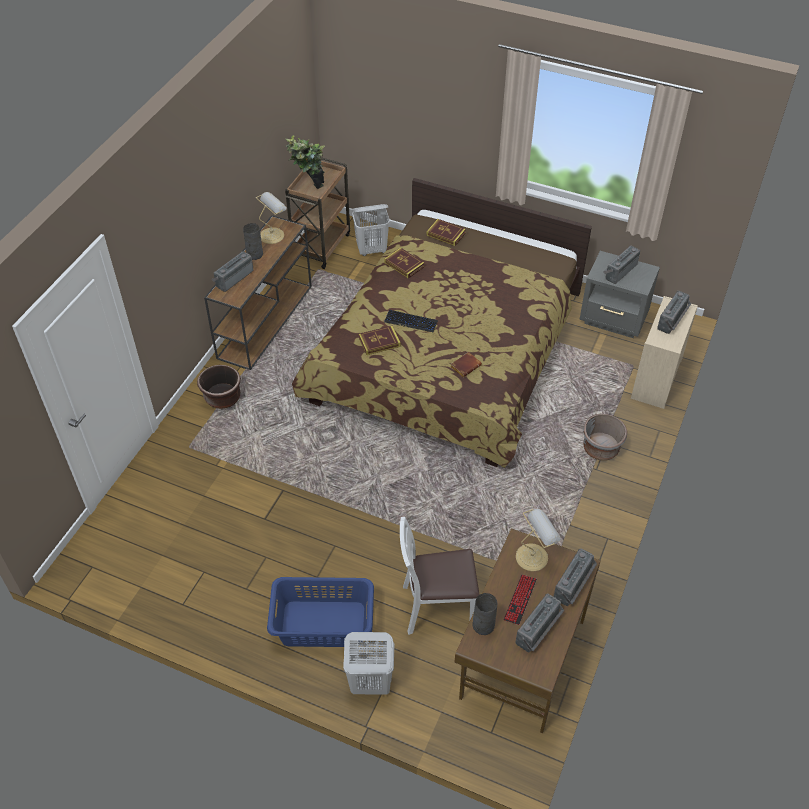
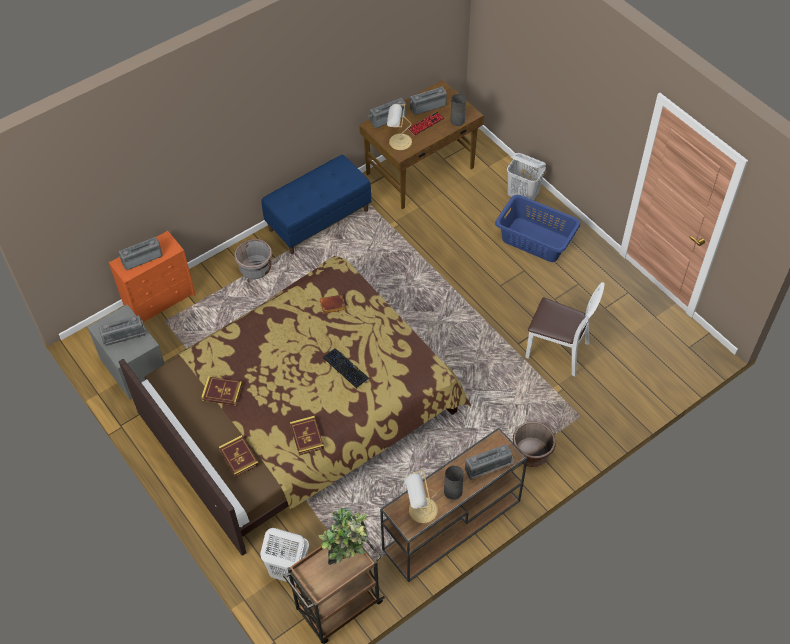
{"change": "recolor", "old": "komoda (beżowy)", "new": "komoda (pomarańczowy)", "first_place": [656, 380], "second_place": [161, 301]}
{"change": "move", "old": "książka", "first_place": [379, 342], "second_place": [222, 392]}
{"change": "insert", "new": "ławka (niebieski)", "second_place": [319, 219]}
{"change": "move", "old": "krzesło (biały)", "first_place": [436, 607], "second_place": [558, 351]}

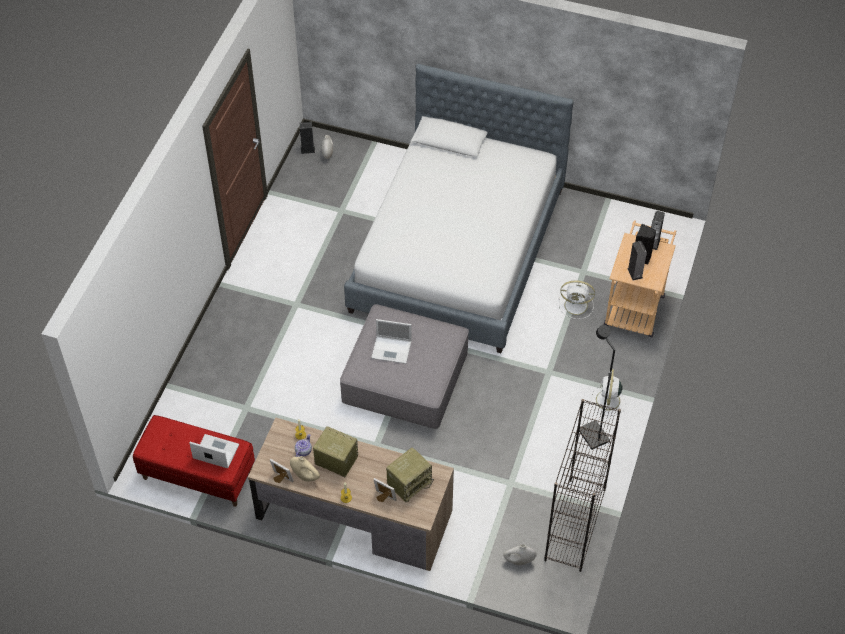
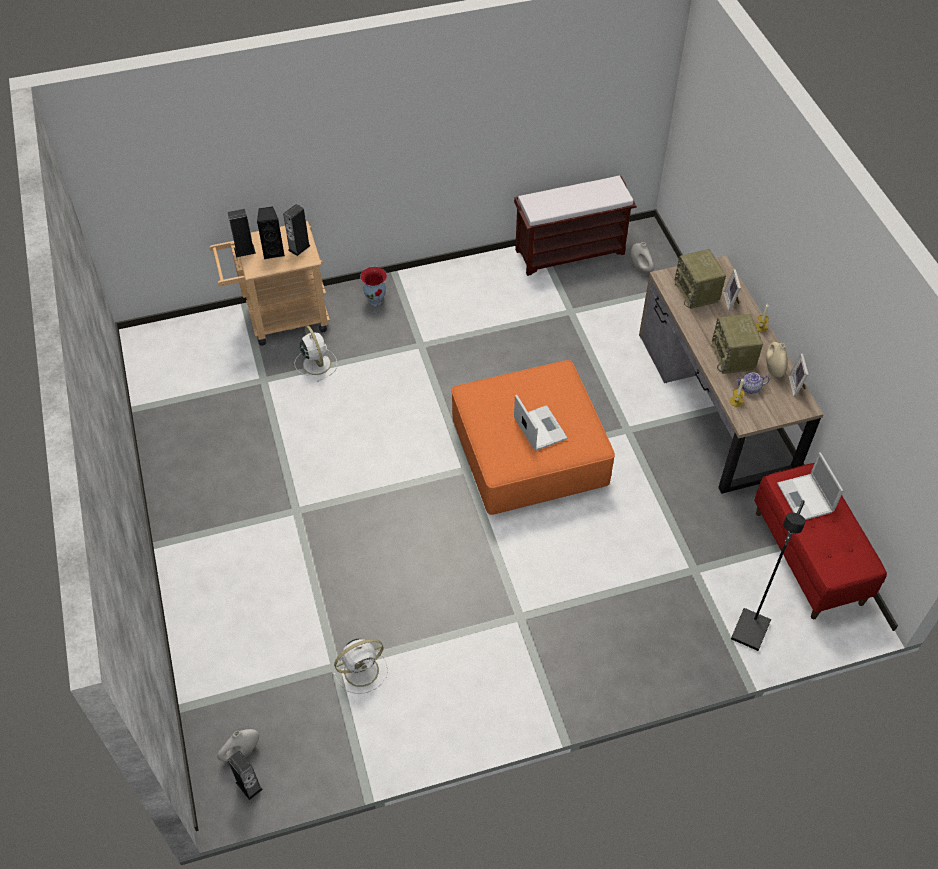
{"change": "move", "old": "wentylator (biały)", "first_place": [607, 401], "second_place": [363, 670]}
{"change": "insert", "new": "wazon", "second_place": [376, 300]}
{"change": "recolor", "old": "pufa (szary)", "new": "pufa (pomarańczowy)", "first_place": [406, 378], "second_place": [528, 451]}
{"change": "replace", "old": "regał (czarny)", "new": "ławka (brązowy)", "first_place": [575, 525], "second_place": [570, 251]}
{"change": "rotate", "old": "radio", "first_place": [409, 483], "second_place": [697, 292], "degrees": -120}
{"change": "move", "old": "lampa stojąca (czarny)", "first_place": [592, 435], "second_place": [751, 631]}
{"change": "delete", "old": "łóżko", "first_place": [458, 250]}

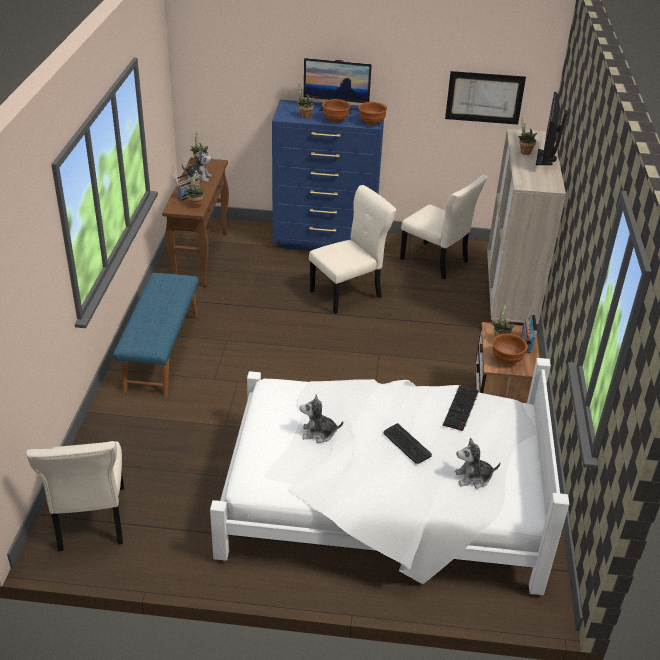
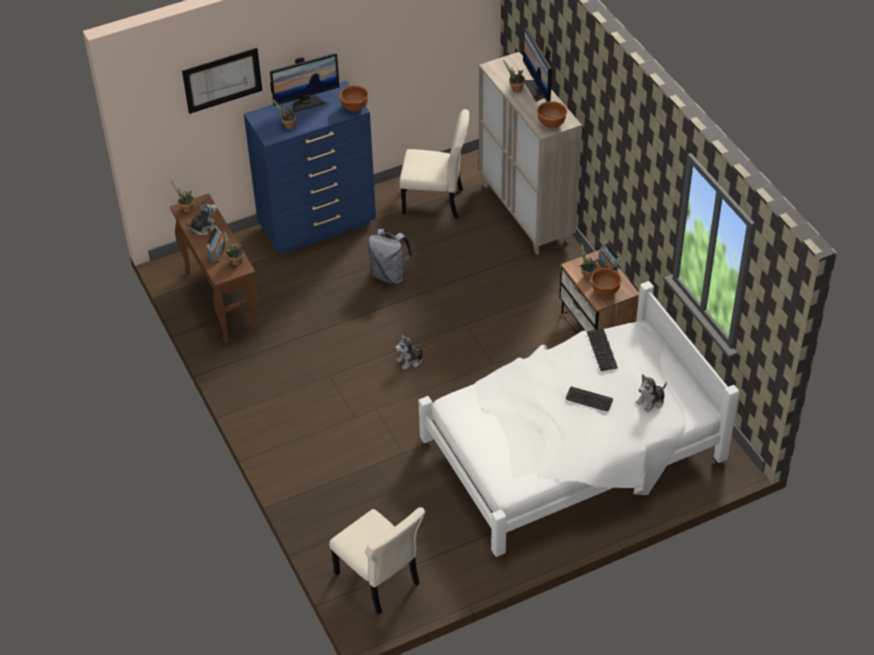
{"change": "move", "old": "obraz", "first_place": [484, 97], "second_place": [222, 80]}
{"change": "replace", "old": "krzesło (beżowy)", "new": "plecak (szary)", "first_place": [348, 293], "second_place": [389, 275]}
{"change": "move", "old": "pluszak", "first_place": [319, 433], "second_place": [410, 360]}
{"change": "move", "old": "miska (brązowy)", "first_place": [336, 120], "second_place": [551, 124]}
{"change": "delete", "old": "ławka (niebieski)", "first_place": [161, 351]}

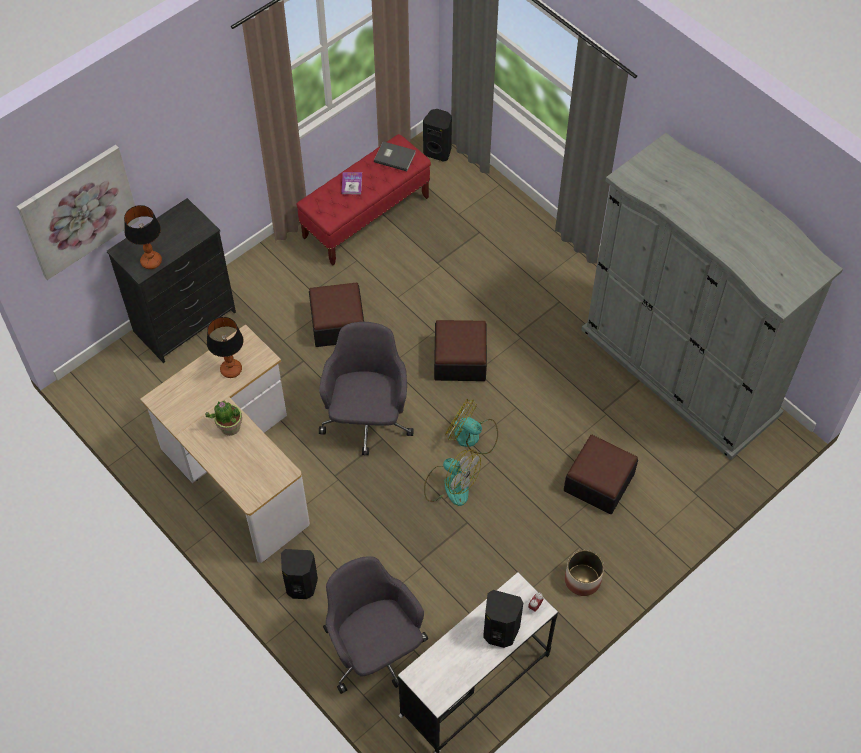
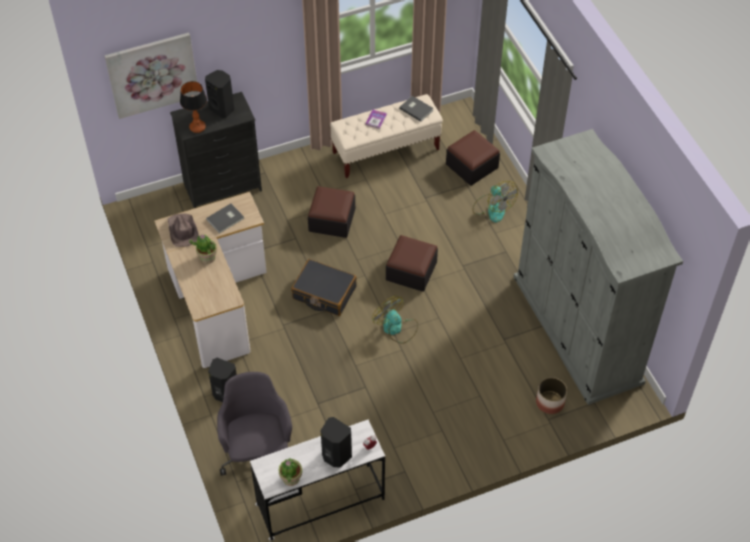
{"change": "insert", "new": "kapelusz (brązowy)", "second_place": [182, 231]}
{"change": "move", "old": "głośnik (czarny)", "first_place": [438, 151], "second_place": [222, 109]}
{"change": "replace", "old": "lampa stołowa", "new": "książka (szary)", "first_place": [231, 369], "second_place": [226, 219]}
{"change": "insert", "new": "roślina doniczkowa", "second_place": [291, 478]}
{"change": "replace", "old": "krzesło biurowe (szary)", "new": "walizka (czarny)", "first_place": [367, 419], "second_place": [324, 293]}
{"change": "recolor", "old": "ławka (czerwony)", "new": "ławka (beżowy)", "first_place": [366, 217], "second_place": [386, 151]}
{"change": "move", "old": "pufa", "first_place": [599, 482], "second_place": [472, 166]}
{"change": "move", "old": "wentylator", "first_place": [450, 485], "second_place": [493, 208]}
{"change": "move", "old": "donica", "first_place": [583, 580], "second_place": [550, 402]}

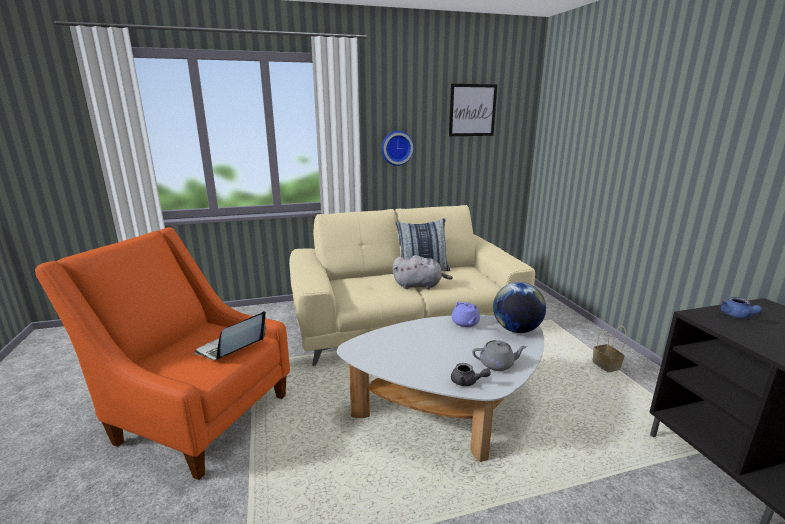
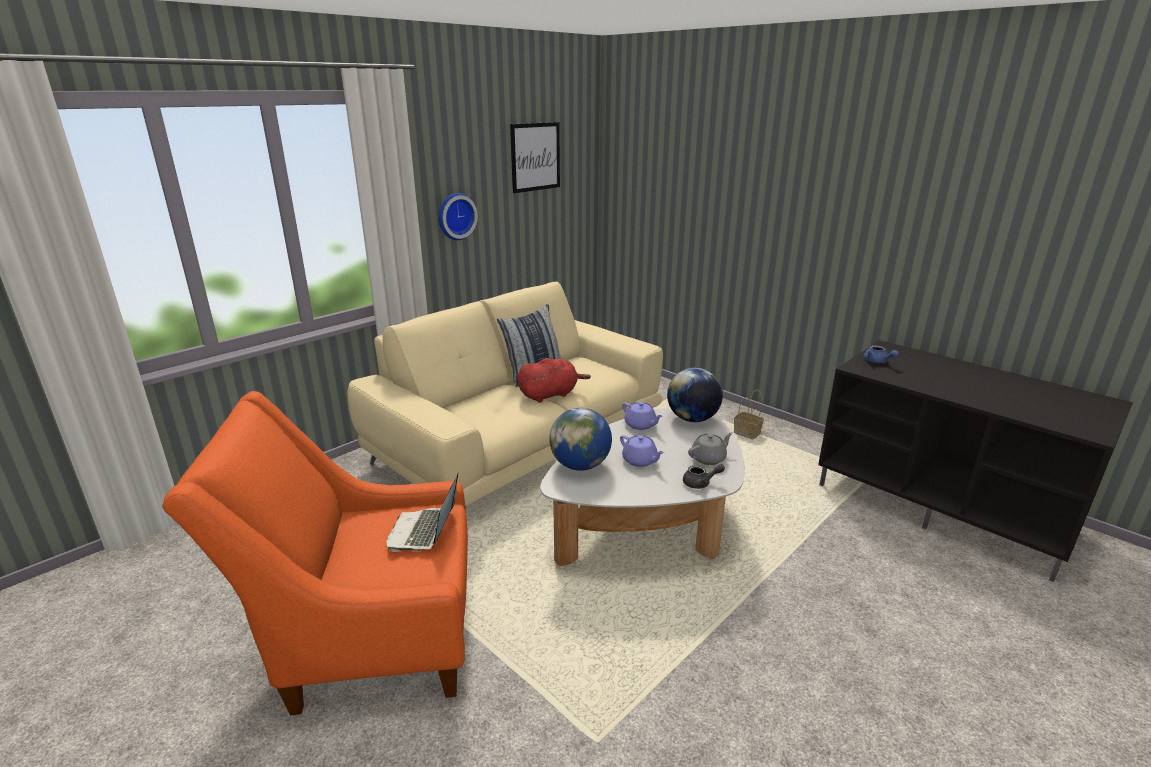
{"change": "recolor", "old": "pluszak (szary)", "new": "pluszak (czerwony)", "first_place": [419, 286], "second_place": [550, 394]}
{"change": "insert", "new": "globus", "second_place": [580, 465]}
{"change": "insert", "new": "imbryk (fioletowy)", "second_place": [640, 461]}

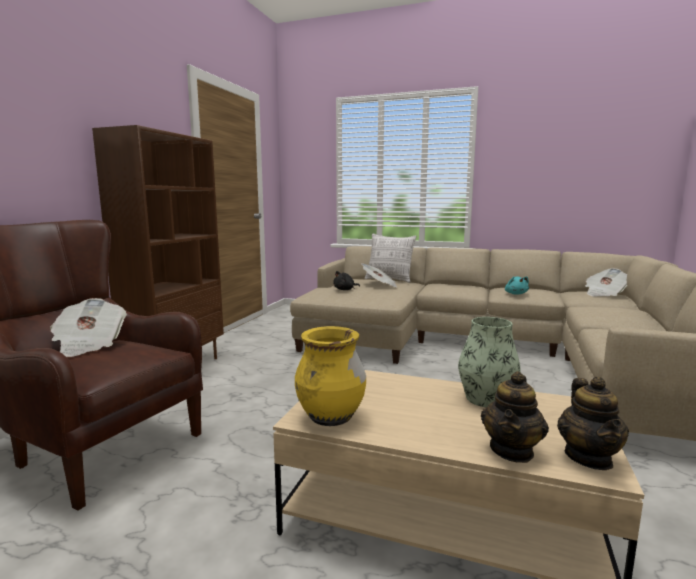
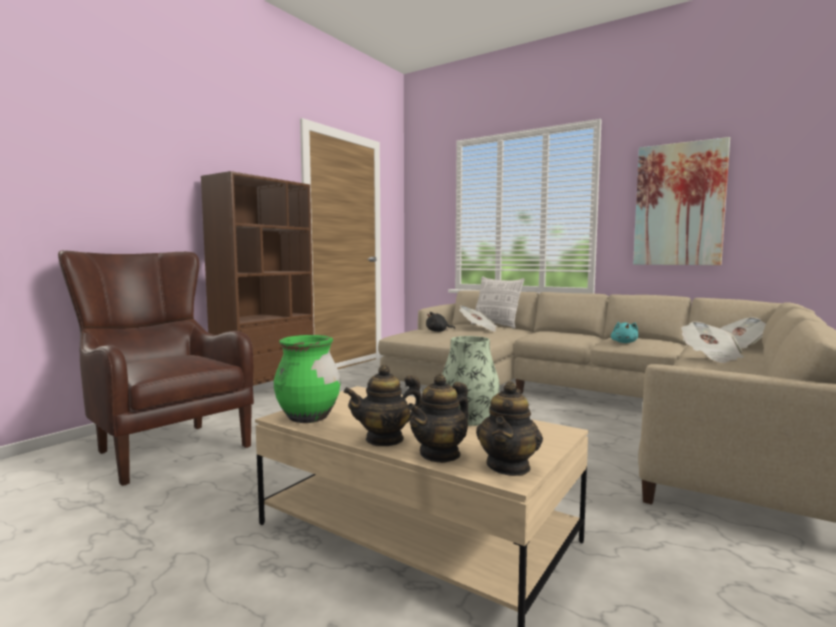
{"change": "recolor", "old": "wazon (żółty)", "new": "wazon (zielony)", "first_place": [331, 417], "second_place": [308, 418]}
{"change": "insert", "new": "imbryk", "second_place": [385, 439]}
{"change": "insert", "new": "obraz", "second_place": [679, 204]}
{"change": "move", "old": "gazeta", "first_place": [89, 344], "second_place": [710, 357]}

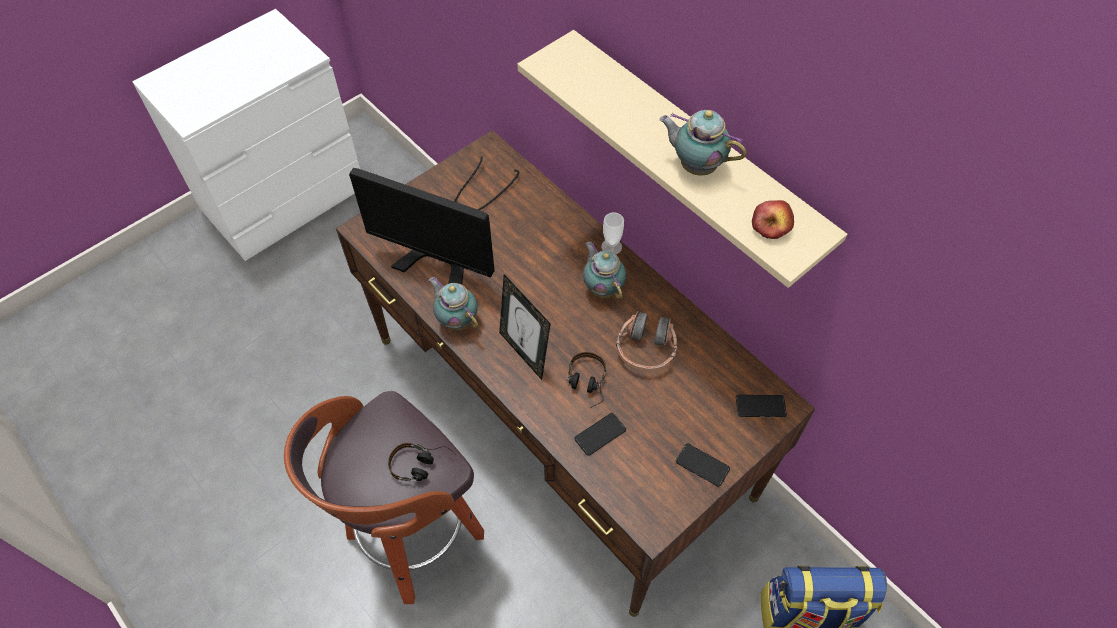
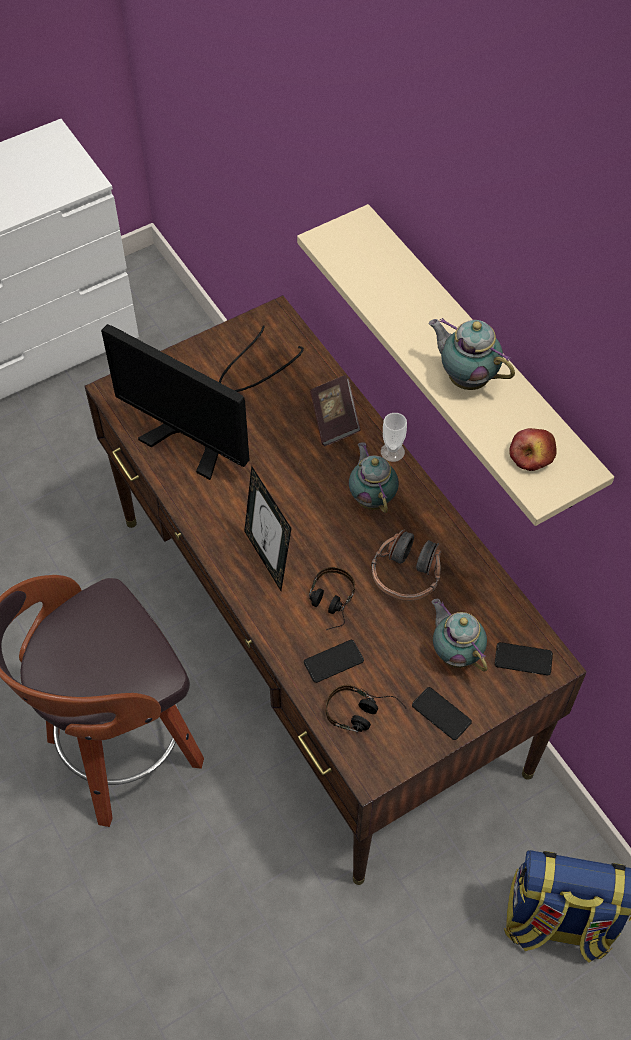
{"change": "insert", "new": "książka", "second_place": [334, 419]}
{"change": "move", "old": "słuchawki", "first_place": [423, 466], "second_place": [364, 715]}
{"change": "move", "old": "imbryk", "first_place": [456, 319], "second_place": [455, 652]}

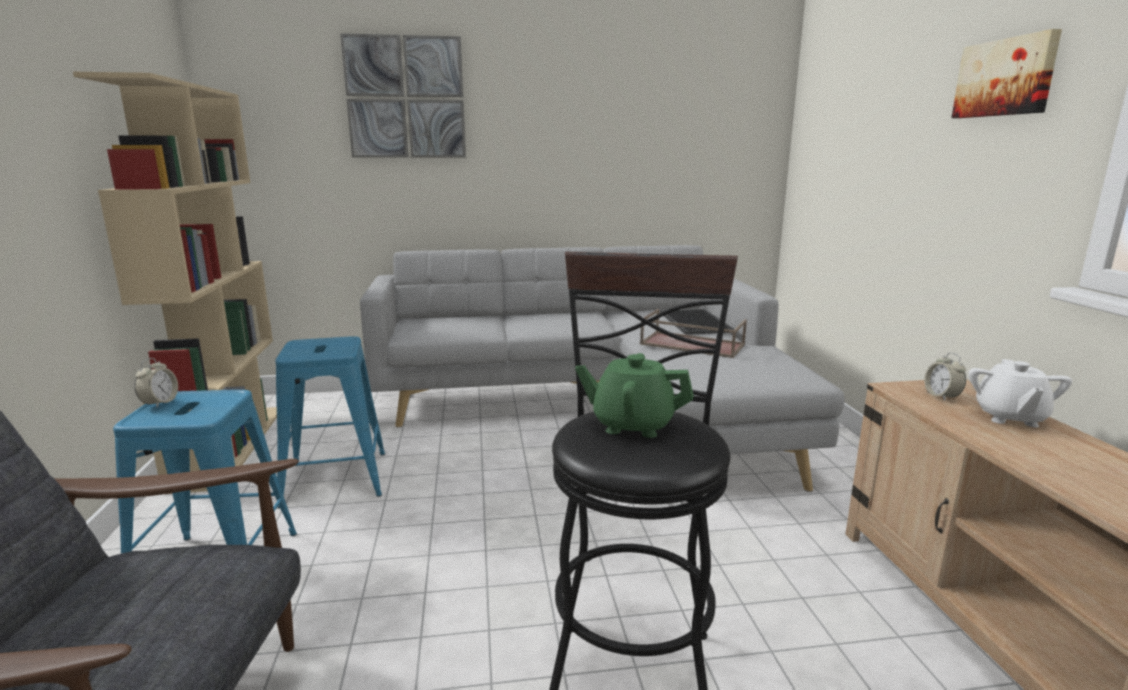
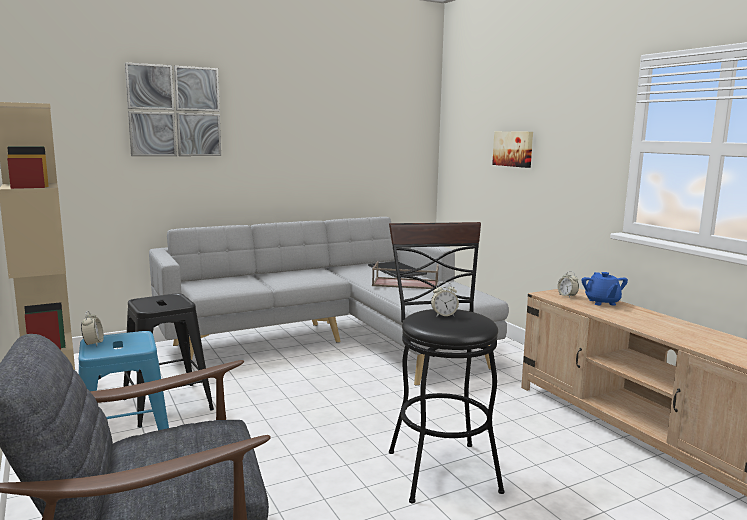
{"change": "recolor", "old": "stołek (niebieski)", "new": "stołek (czarny)", "first_place": [336, 478], "second_place": [168, 404]}
{"change": "replace", "old": "imbryk (zielony)", "new": "budzik", "first_place": [632, 425], "second_place": [444, 315]}
{"change": "move", "old": "obraz", "first_place": [1006, 78], "second_place": [513, 148]}
{"change": "recolor", "old": "imbryk (biały)", "new": "imbryk (niebieski)", "first_place": [1009, 417], "second_place": [602, 302]}

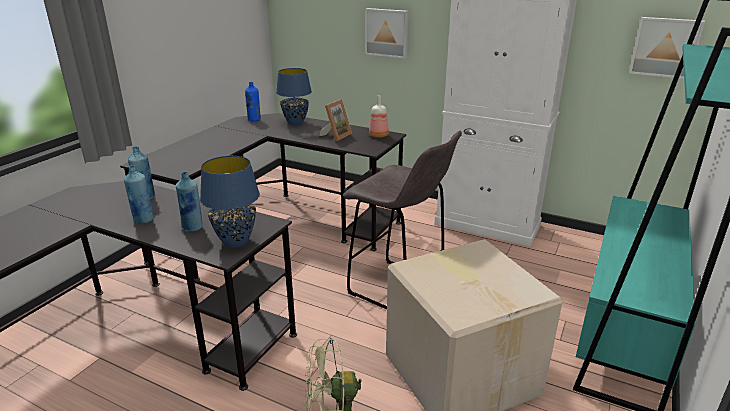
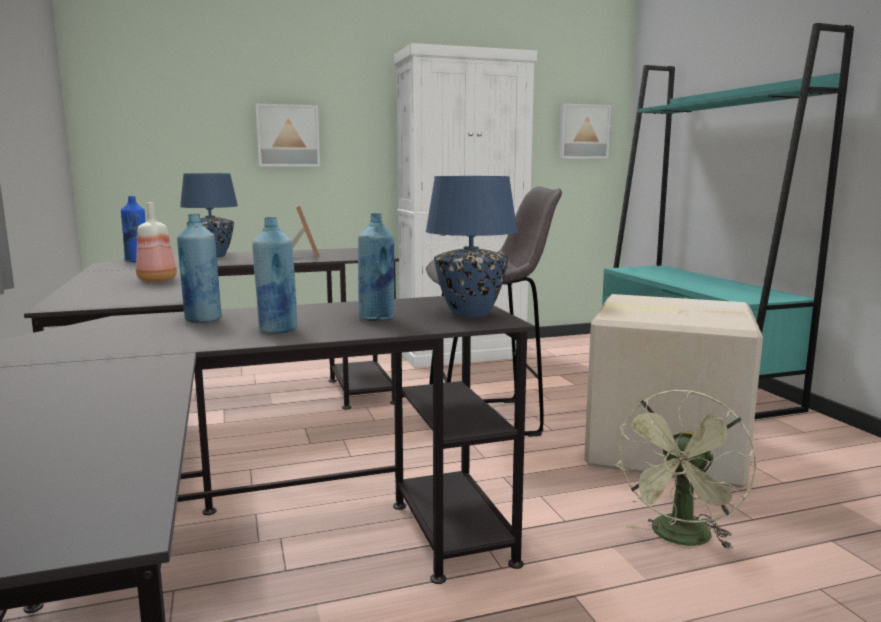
{"change": "move", "old": "butelka", "first_place": [379, 135], "second_place": [158, 280]}

